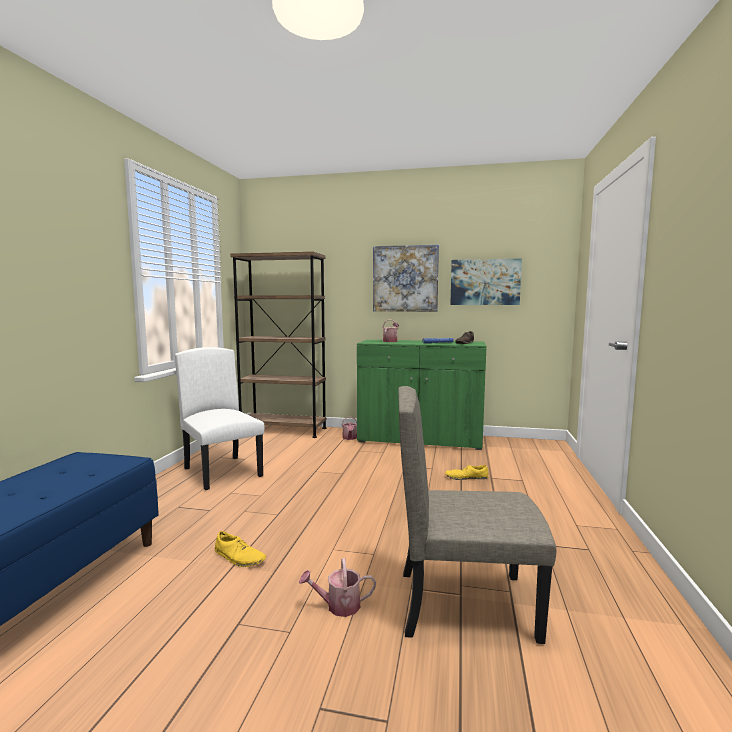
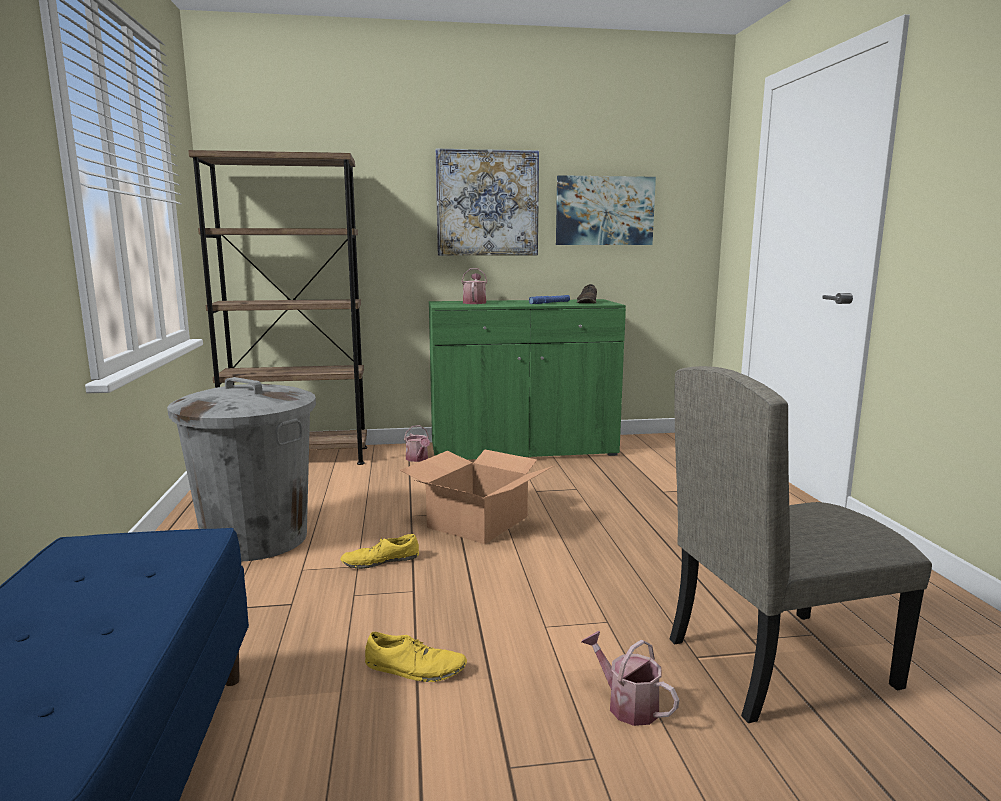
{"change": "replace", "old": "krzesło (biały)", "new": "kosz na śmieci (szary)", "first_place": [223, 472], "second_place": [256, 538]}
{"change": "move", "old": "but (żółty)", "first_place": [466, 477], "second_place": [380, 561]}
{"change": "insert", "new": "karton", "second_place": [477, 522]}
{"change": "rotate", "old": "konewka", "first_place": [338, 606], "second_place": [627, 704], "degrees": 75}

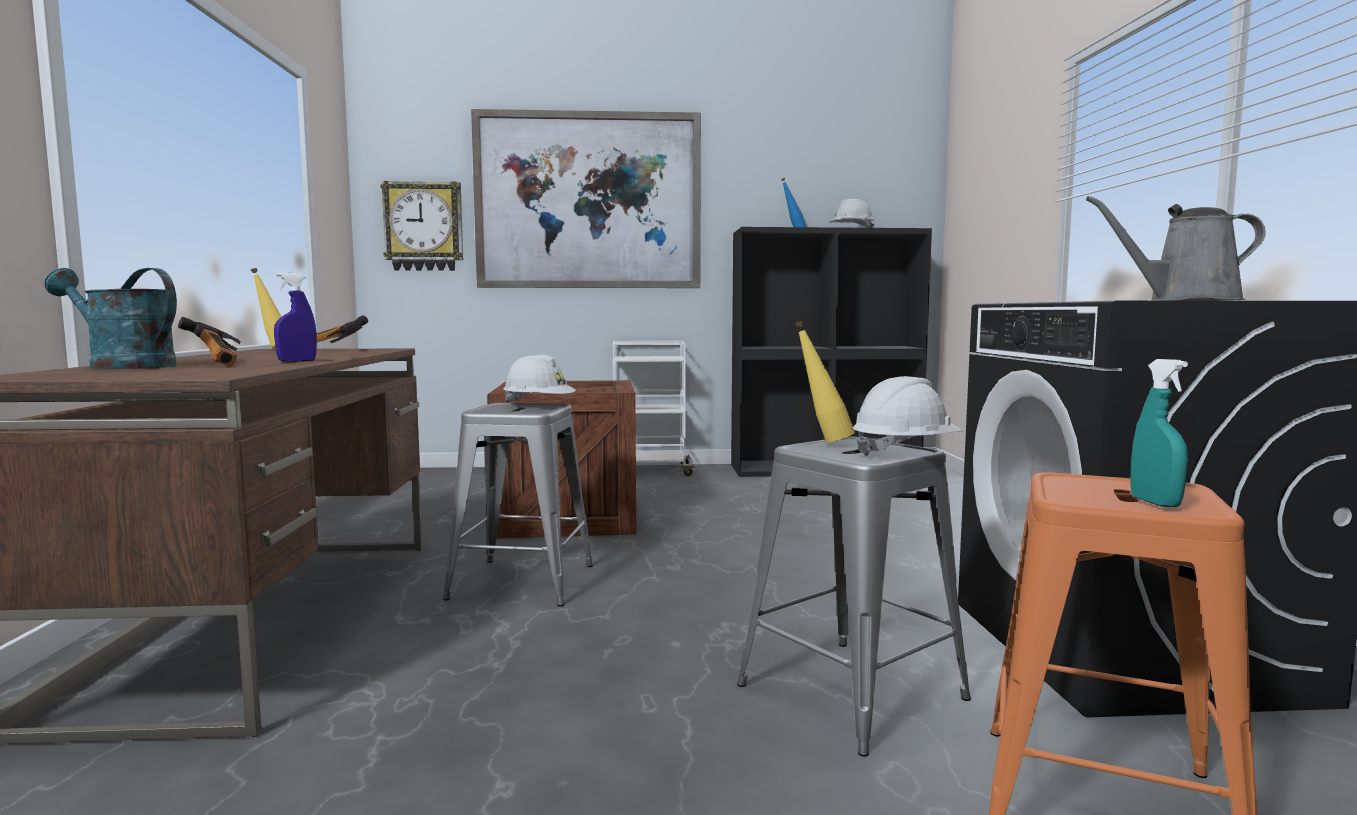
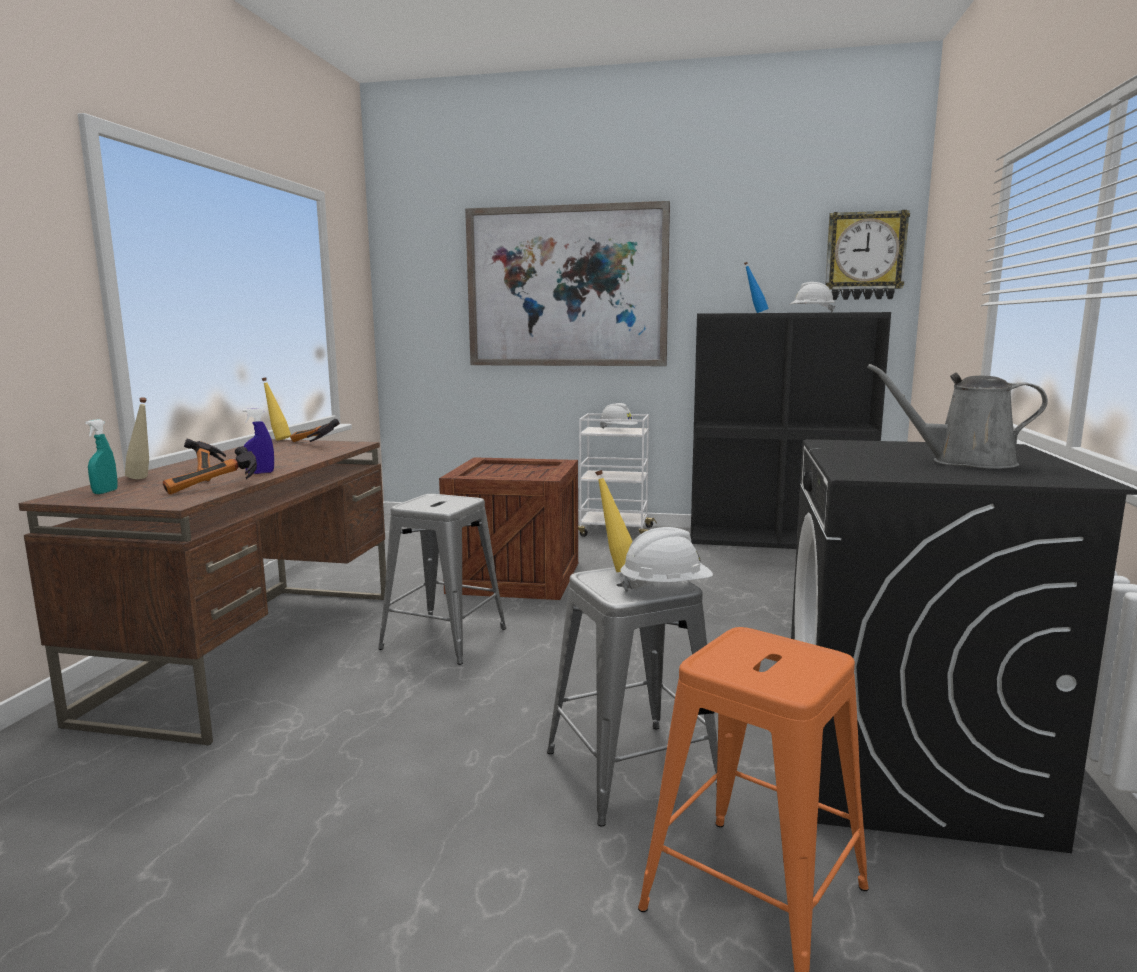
{"change": "move", "old": "spryskiwacz (turkusowy)", "first_place": [1155, 503], "second_place": [105, 492]}
{"change": "replace", "old": "konewka (turkusowy)", "new": "butelka (beżowy)", "first_place": [122, 366], "second_place": [143, 479]}
{"change": "insert", "new": "młotek", "second_place": [215, 488]}
{"change": "move", "old": "kask (biały)", "first_place": [539, 405], "second_place": [618, 430]}
{"change": "move", "old": "zegar ścienny", "first_place": [424, 227], "second_place": [865, 256]}

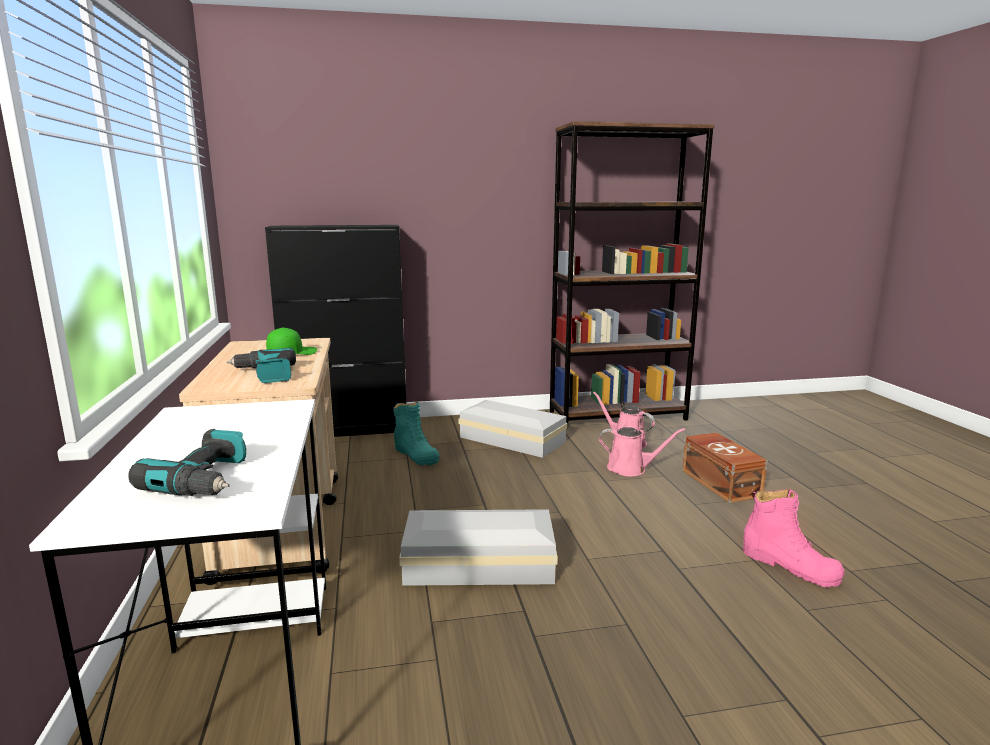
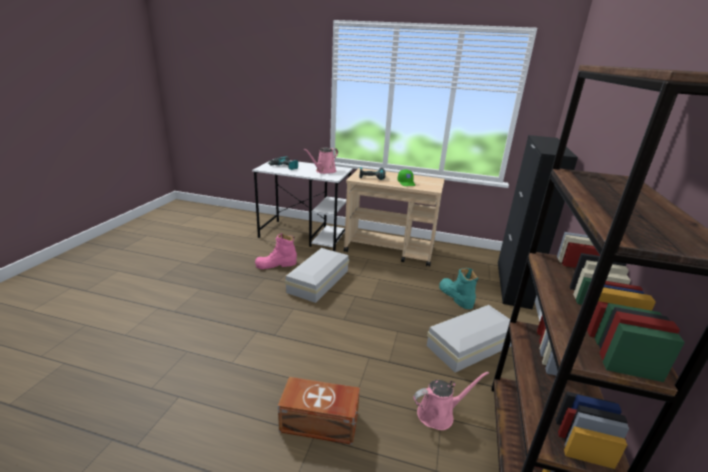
{"change": "move", "old": "but z cholewką (różowy)", "first_place": [790, 566], "second_place": [276, 264]}
{"change": "move", "old": "konewka (różowy)", "first_place": [630, 469], "second_place": [324, 171]}
{"change": "rotate", "old": "but z cholewką (turkusowy)", "first_place": [416, 455], "second_place": [455, 296], "degrees": 75}

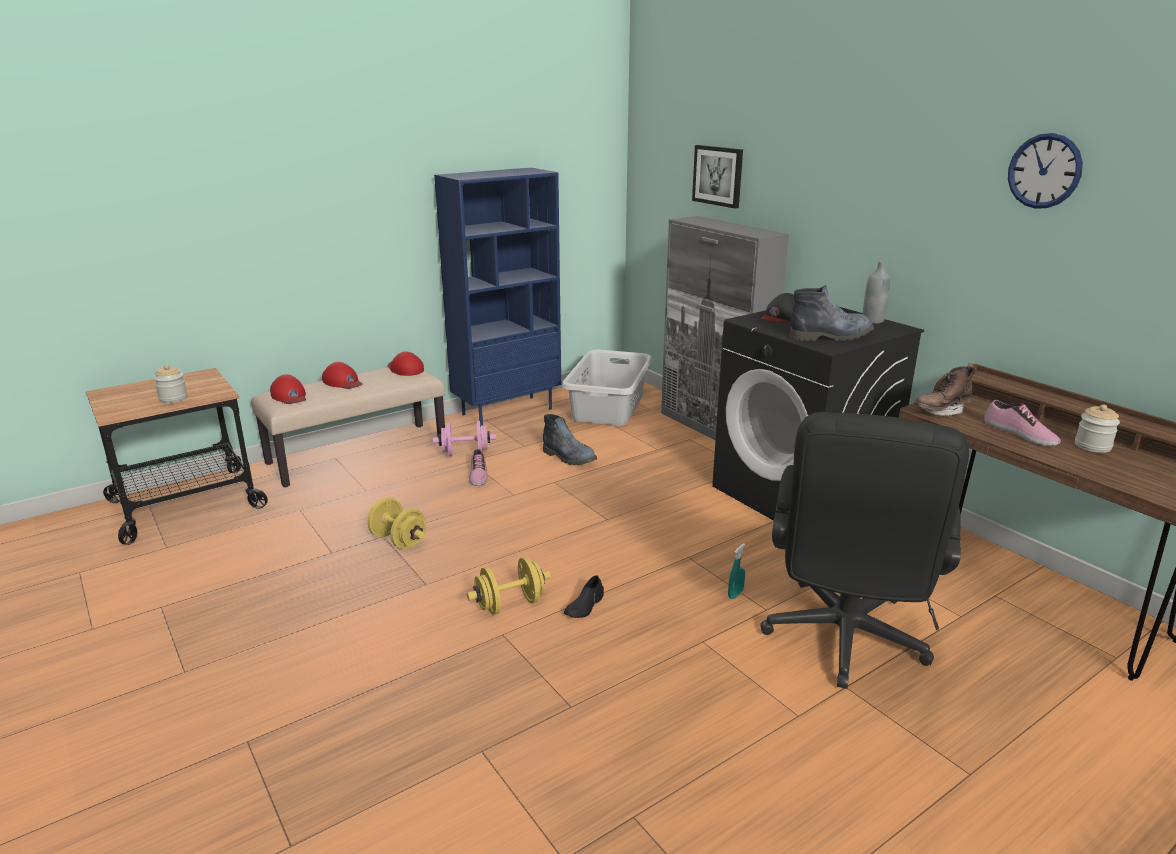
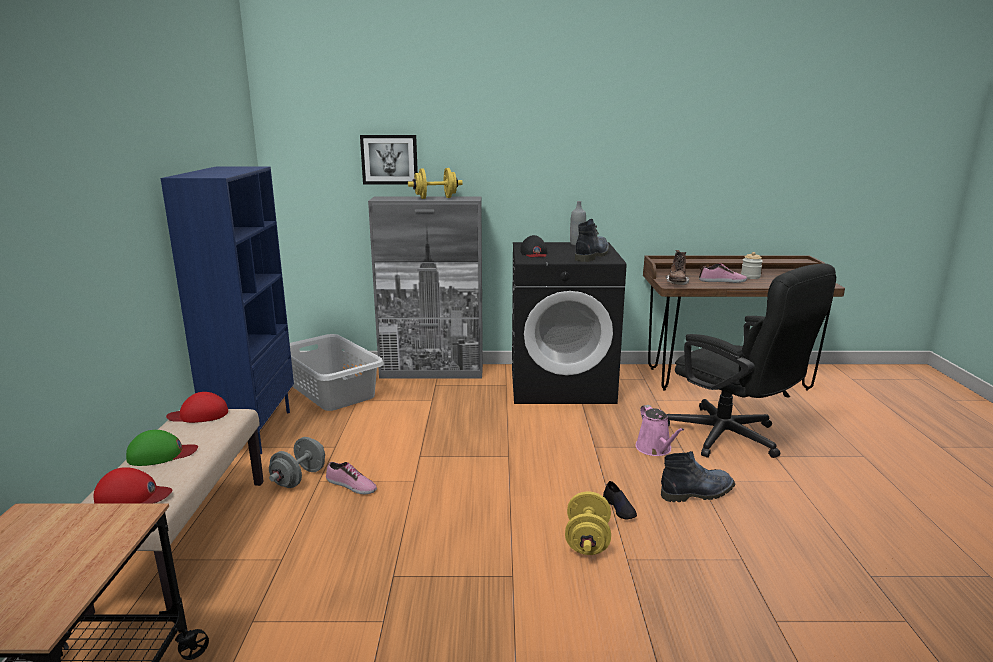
{"change": "recolor", "old": "czapka z daszkiem (czerwony)", "new": "czapka z daszkiem (zielony)", "first_place": [343, 382], "second_place": [161, 454]}
{"change": "recolor", "old": "hantel (różowy)", "new": "hantel (szary)", "first_place": [465, 453], "second_place": [299, 478]}
{"change": "move", "old": "hantel (żółty)", "first_place": [398, 540], "second_place": [435, 198]}
{"change": "replace", "old": "spryskiwacz (turkusowy)", "new": "konewka (różowy)", "first_place": [735, 594], "second_place": [655, 449]}
{"change": "move", "old": "but z cholewką", "first_place": [570, 458], "second_place": [698, 492]}
{"change": "delete", "old": "słoik", "first_place": [173, 398]}
{"change": "delete", "old": "zegar ścienny", "first_place": [1044, 171]}

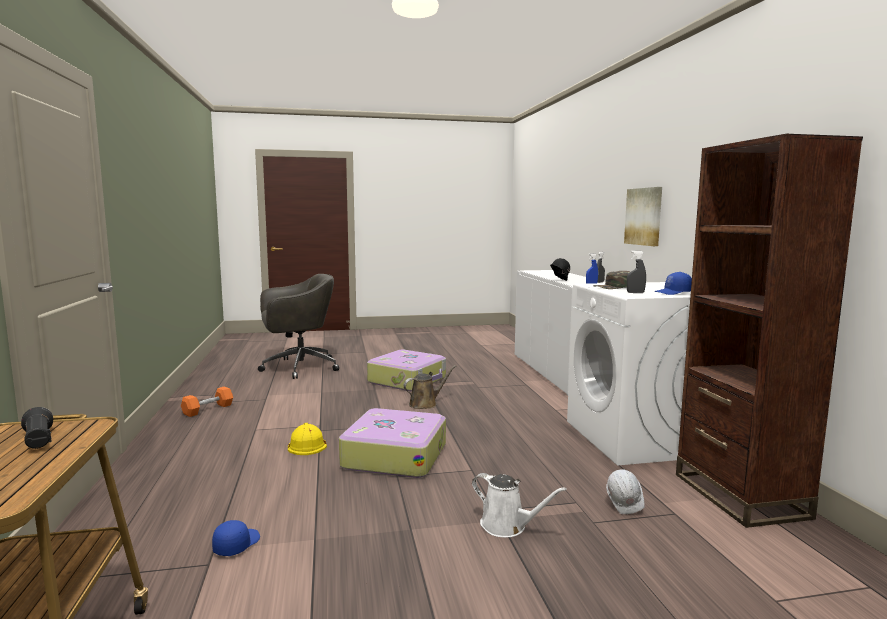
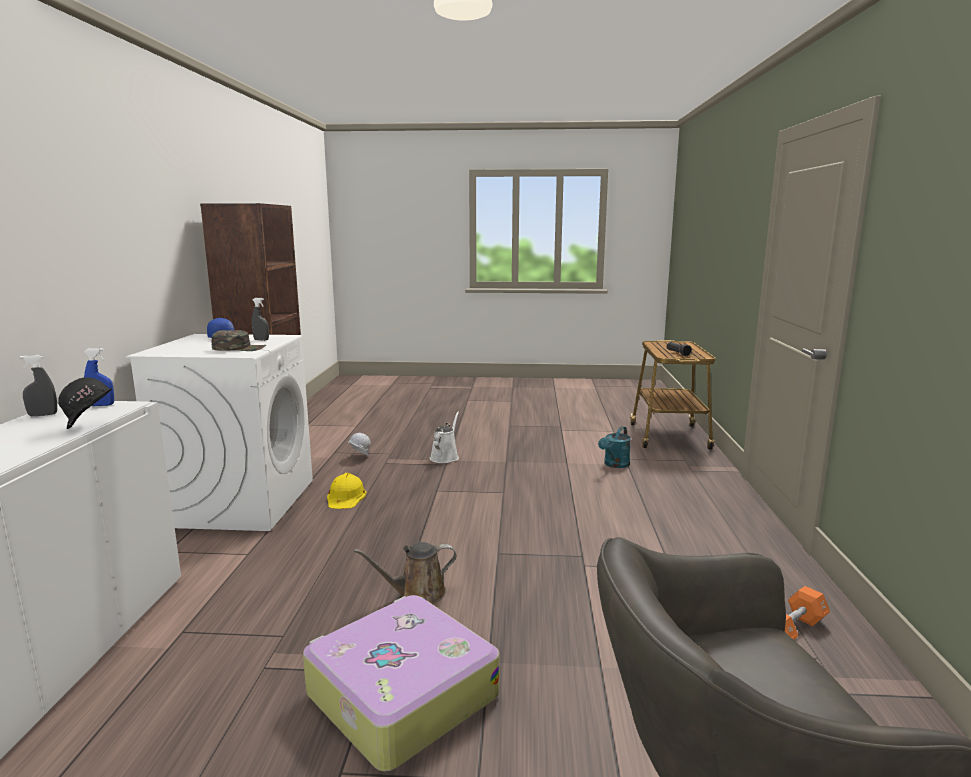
{"change": "move", "old": "kask (żółty)", "first_place": [306, 445], "second_place": [346, 497]}
{"change": "rotate", "old": "konewka (biały)", "first_place": [507, 526], "second_place": [445, 457], "degrees": 60}
{"change": "replace", "old": "czapka z daszkiem (niebieski)", "new": "konewka (turkusowy)", "first_place": [236, 545], "second_place": [614, 465]}
{"change": "delete", "old": "walizka", "first_place": [394, 455]}
{"change": "delete", "old": "obraz", "first_place": [644, 216]}

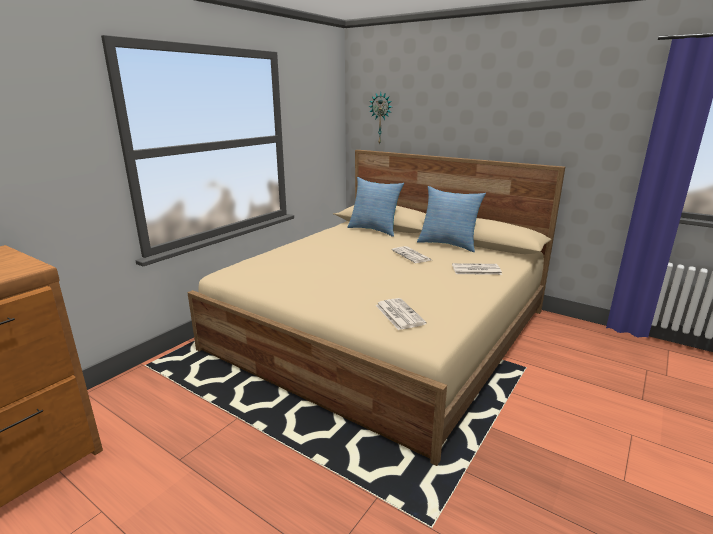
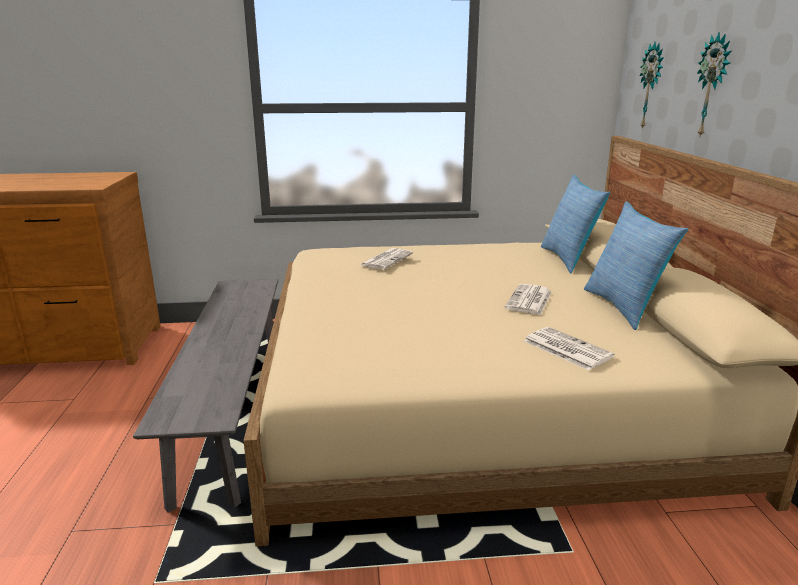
{"change": "insert", "new": "ławka (szary)", "second_place": [233, 408]}
{"change": "move", "old": "gazeta", "first_place": [398, 314], "second_place": [386, 259]}
{"change": "insert", "new": "zegar ścienny", "second_place": [713, 86]}

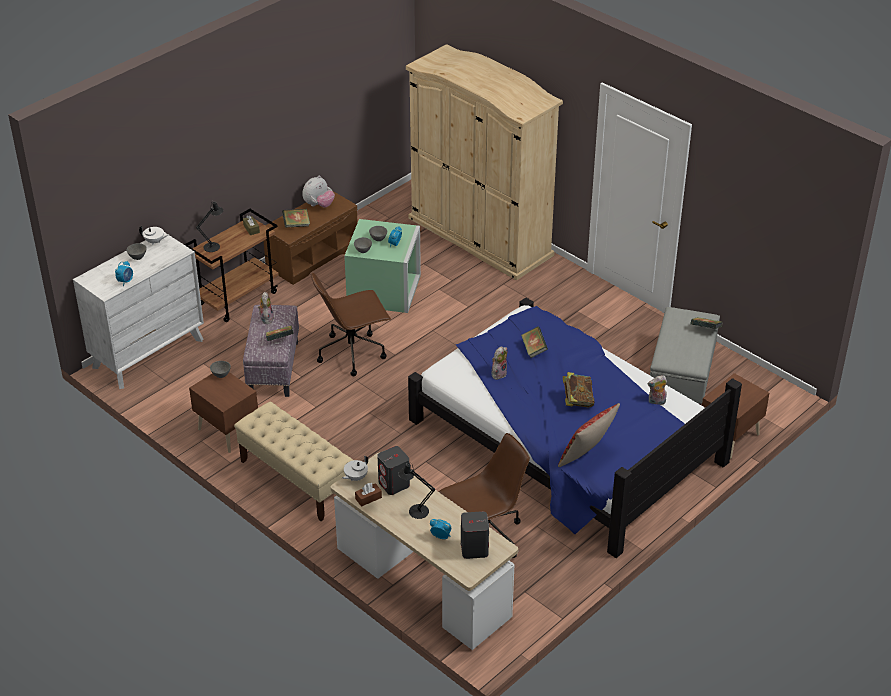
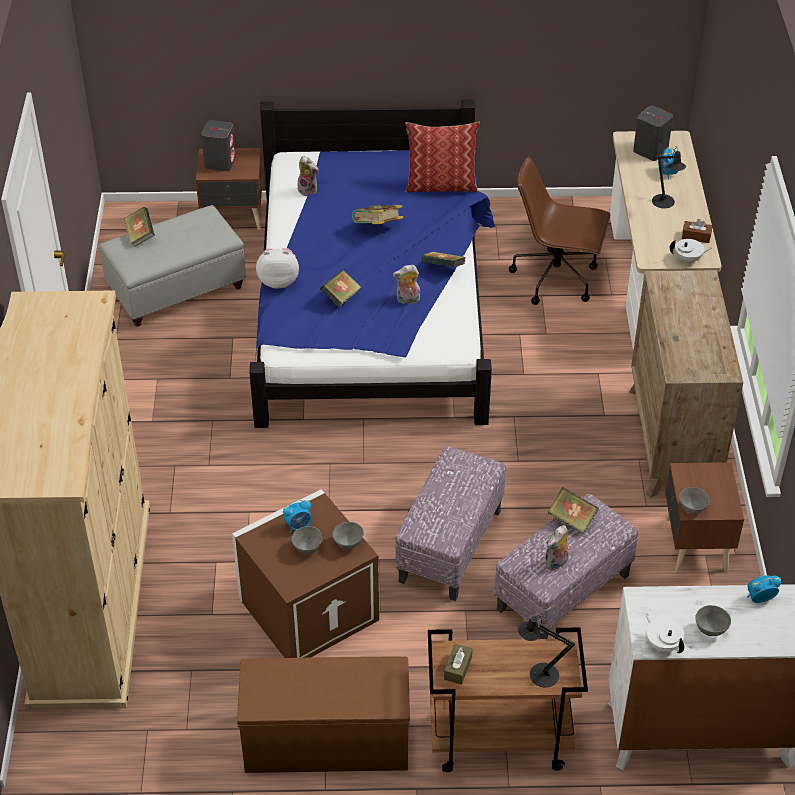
{"change": "move", "old": "głośnik (szary)", "first_place": [394, 484], "second_place": [220, 162]}
{"change": "recolor", "old": "pojemnik do przechowywania (zielony)", "new": "pojemnik do przechowywania (brązowy)", "first_place": [385, 291], "second_place": [309, 607]}
{"change": "move", "old": "pluszak", "first_place": [319, 205], "second_place": [278, 281]}
{"change": "replace", "old": "krzesło biurowe (brązowy)", "new": "pufa", "first_place": [352, 353], "second_place": [451, 546]}
{"change": "move", "old": "książka", "first_place": [296, 225], "second_place": [443, 269]}
{"change": "replace", "old": "ławka (beżowy)", "new": "komoda (brązowy)", "first_place": [296, 479], "second_place": [672, 441]}

